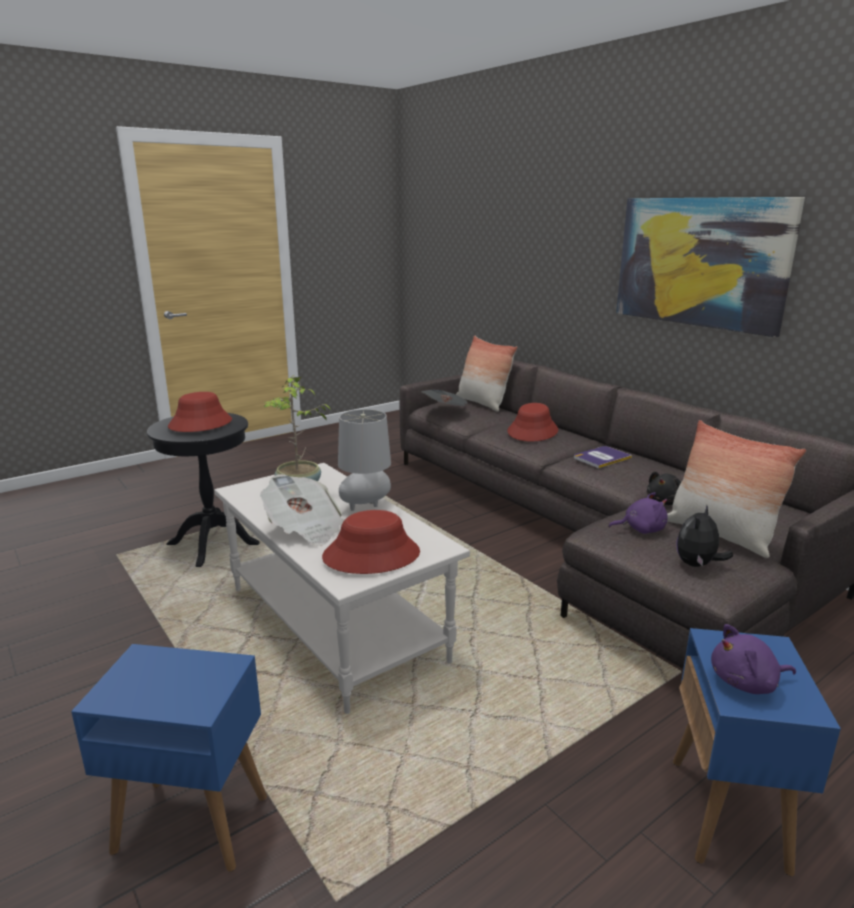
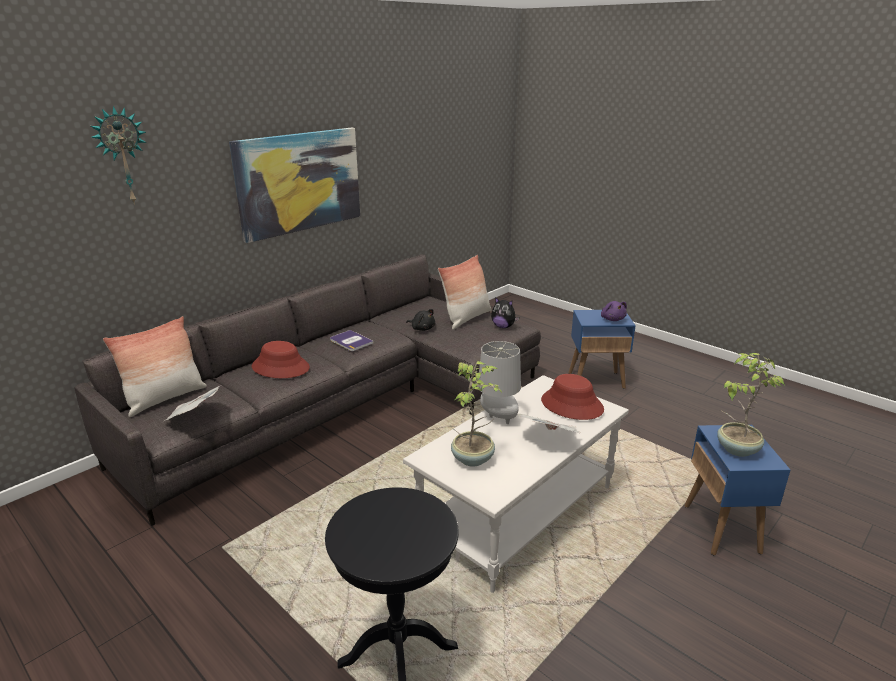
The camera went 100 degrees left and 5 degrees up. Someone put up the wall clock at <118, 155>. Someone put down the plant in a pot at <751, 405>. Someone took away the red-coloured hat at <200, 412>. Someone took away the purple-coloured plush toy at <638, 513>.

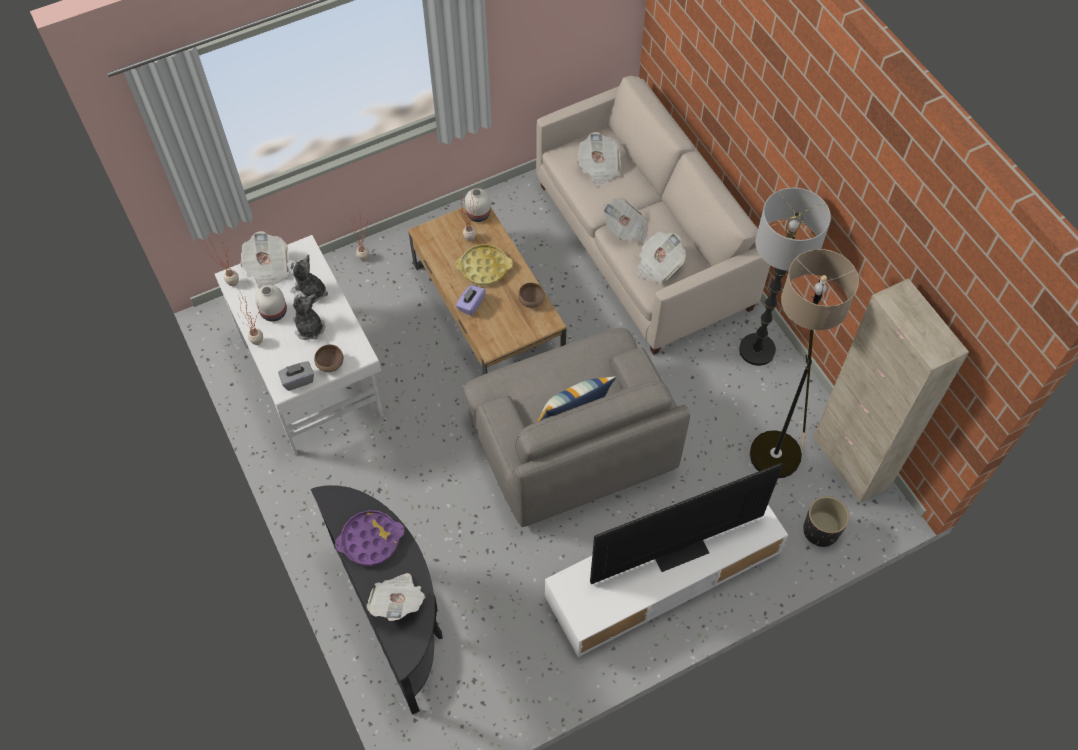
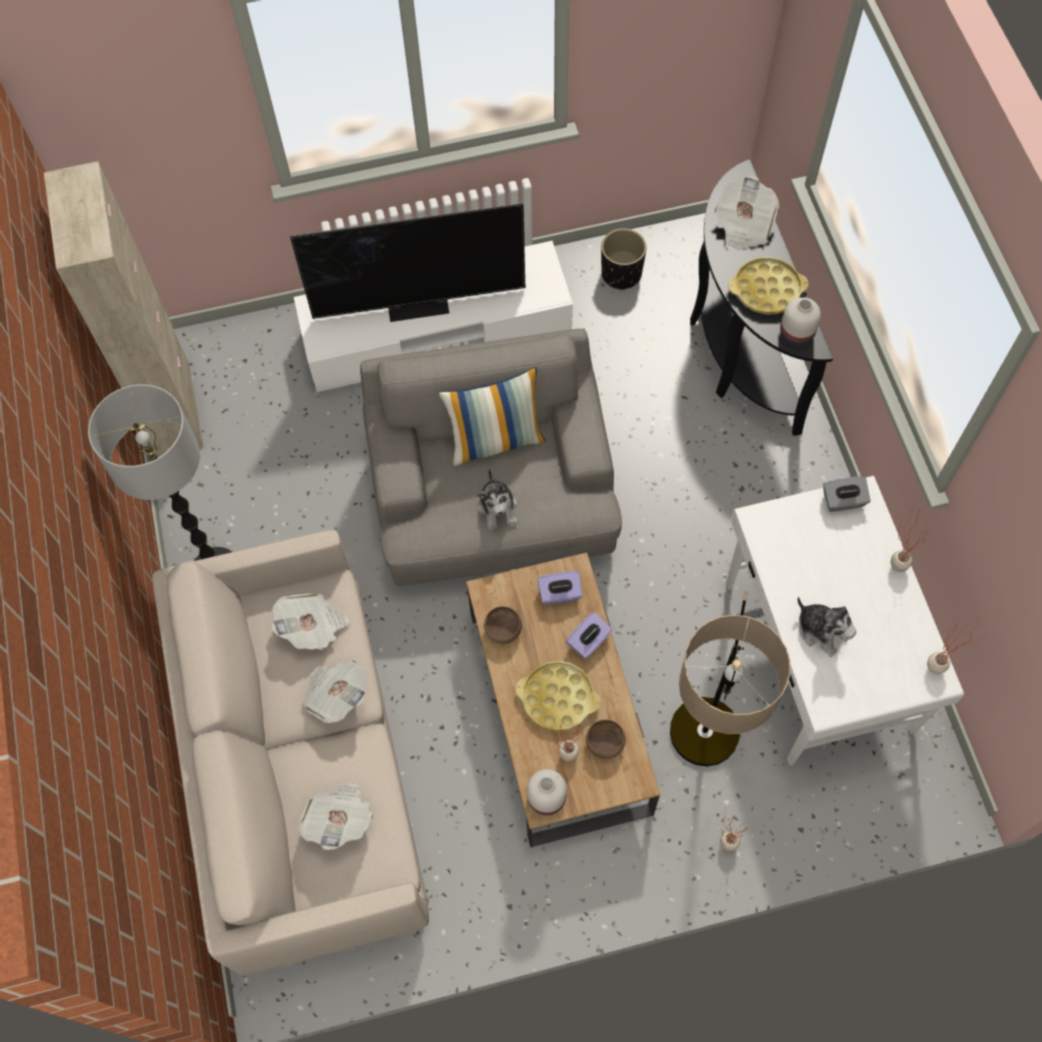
The camera went 165 degrees left and 5 degrees up. Someone carried the plush toy from <309, 315> to <497, 499>. Someone put down the purple-coloured tissue holder at <560, 588>. Someone carried the brown-coloured bowl from <329, 358> to <606, 739>. Someone carried the black-coloured plant pot from <826, 521> to <623, 259>. Someone carried the standard lamp from <804, 363> to <730, 678>. Someone repainted the purple-coloured serving tray at <369, 538>, which became the yellowish serving tray at <768, 286>. Someone carried the white vase from <271, 303> to <800, 321>. Someone took away the printed paper at <264, 260>.

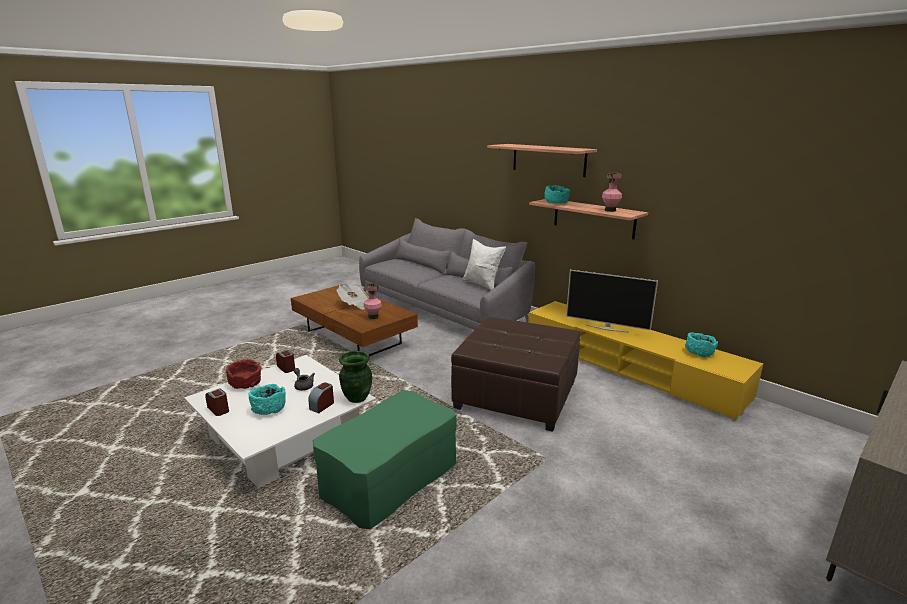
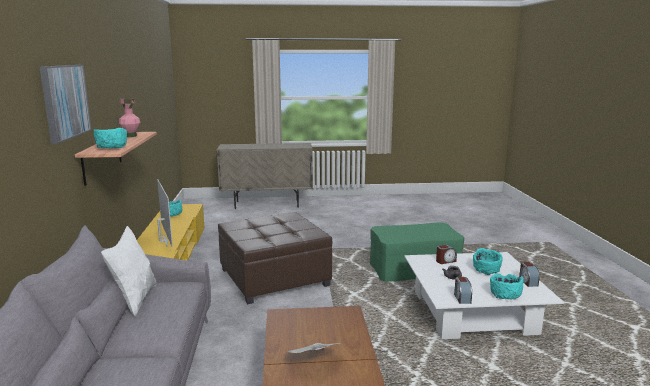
The camera went 140 degrees left and 5 degrees down. Someone swapped the bracket shelf at <542, 160> for the wall picture at <66, 104>. Someone repainted the red-coloured bowl at <243, 374>, which became the turquoise-coloured bowl at <507, 286>. Someone took away the green-coloured vase at <355, 377>. Someone took away the pinkish vase at <373, 301>.

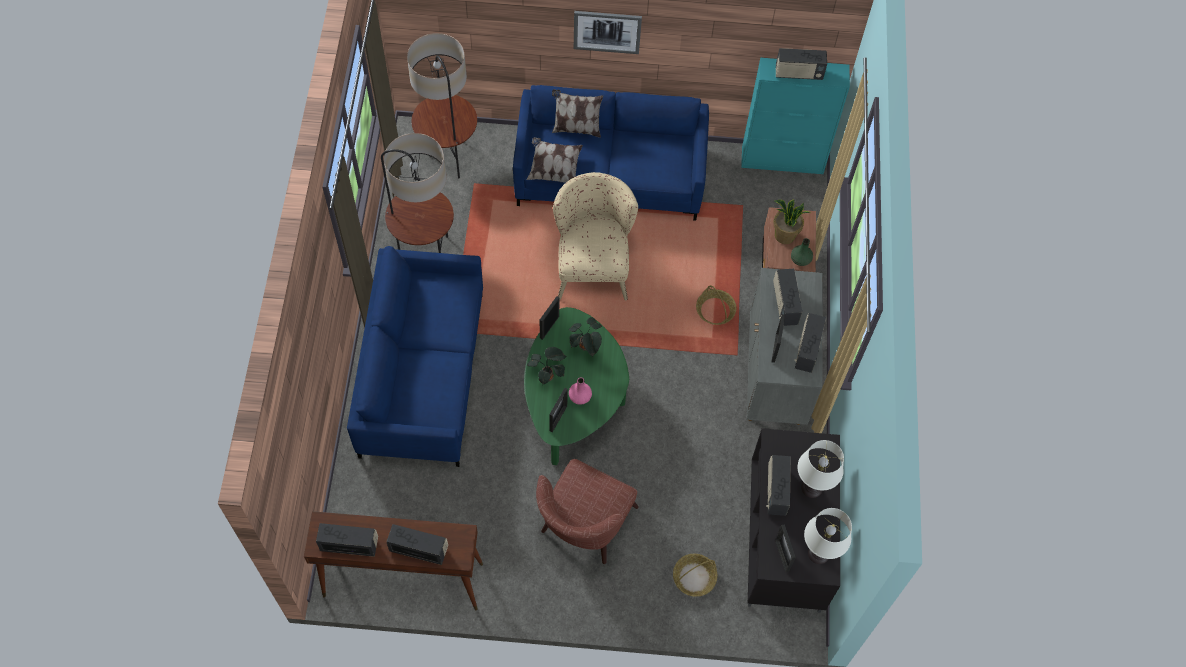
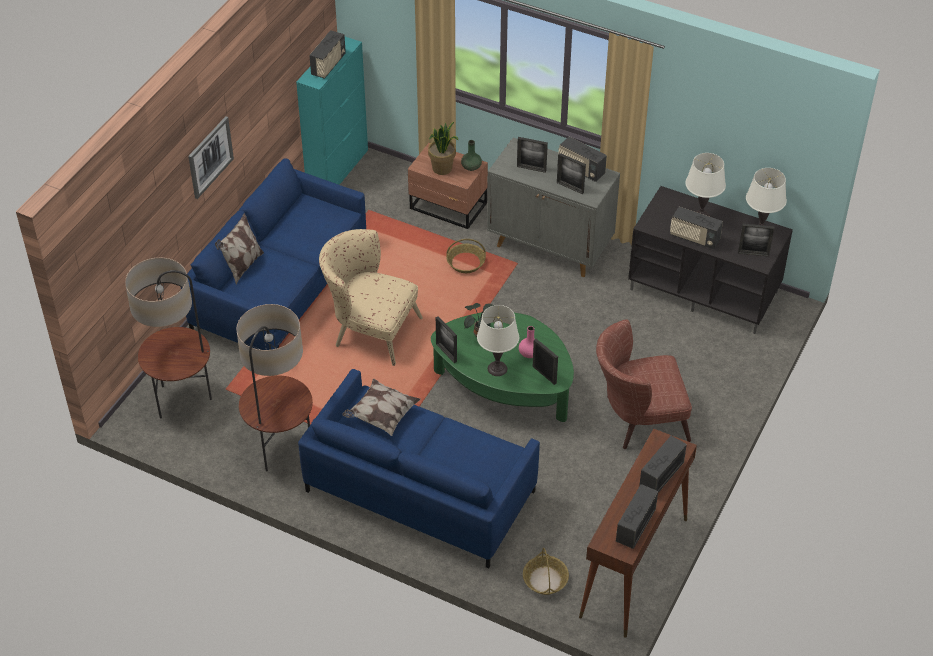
The camera went 65 degrees left and 15 degrees down. Someone carried the throw pillow from <555, 160> to <381, 407>. Someone swapped the plant in a pot at <547, 366> for the white lamp for a table at <498, 340>. Someone swapped the radio set at <787, 297> for the photo frame at <532, 155>. Someone carried the household basket from <695, 575> to <546, 571>. Someone rotated the brown-coloured armchair at <587, 511> by 120 degrees clockwise.

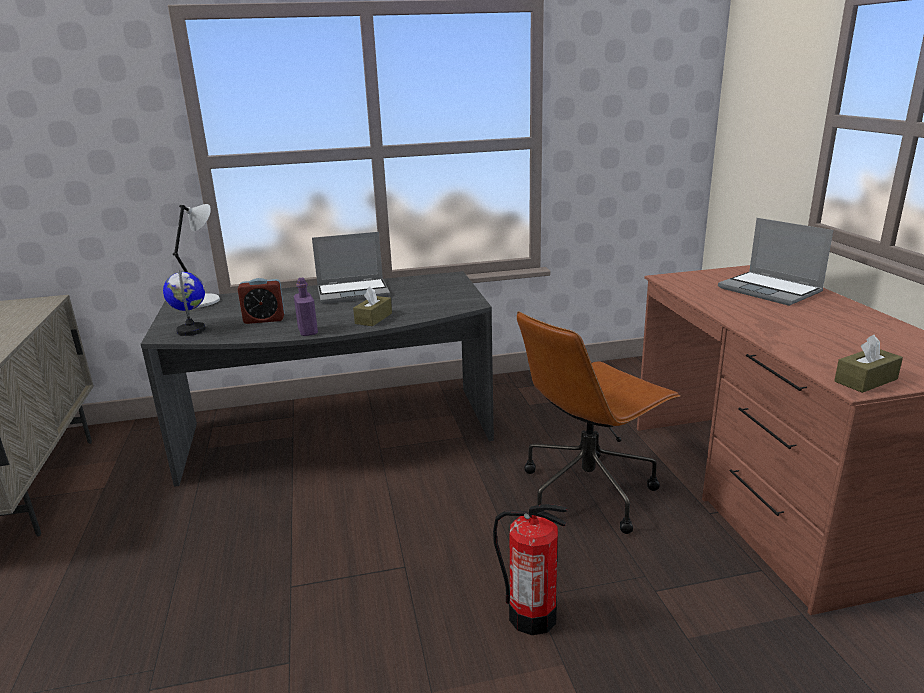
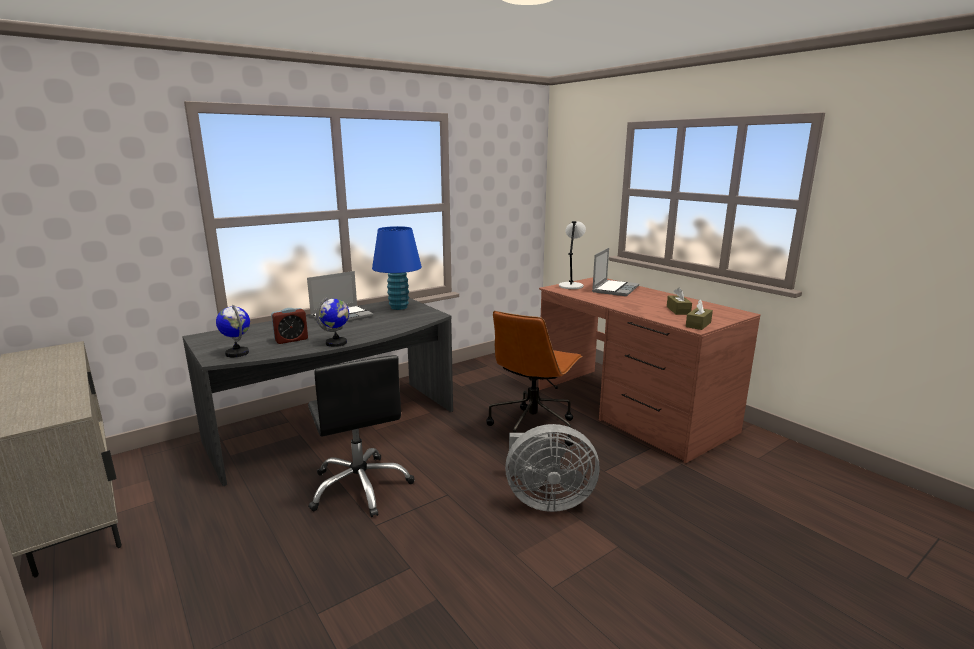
The camera went 25 degrees left and 5 degrees down. Someone put down the black-coloured computer chair at <361, 436>. Someone swapped the purple-coloured bottle at <306, 307> for the world globe at <332, 322>. Someone put down the blue-coloured lamp for a table at <397, 268>. Someone swapped the extinguisher at <530, 569> for the gray fan at <552, 468>. Someone carried the gray lamp for a table from <196, 256> to <572, 255>. Someone rotated the portable computer at <775, 262> by 90 degrees counterclockwise. Someone carried the brown-coloured tissue holder from <372, 306> to <679, 301>.

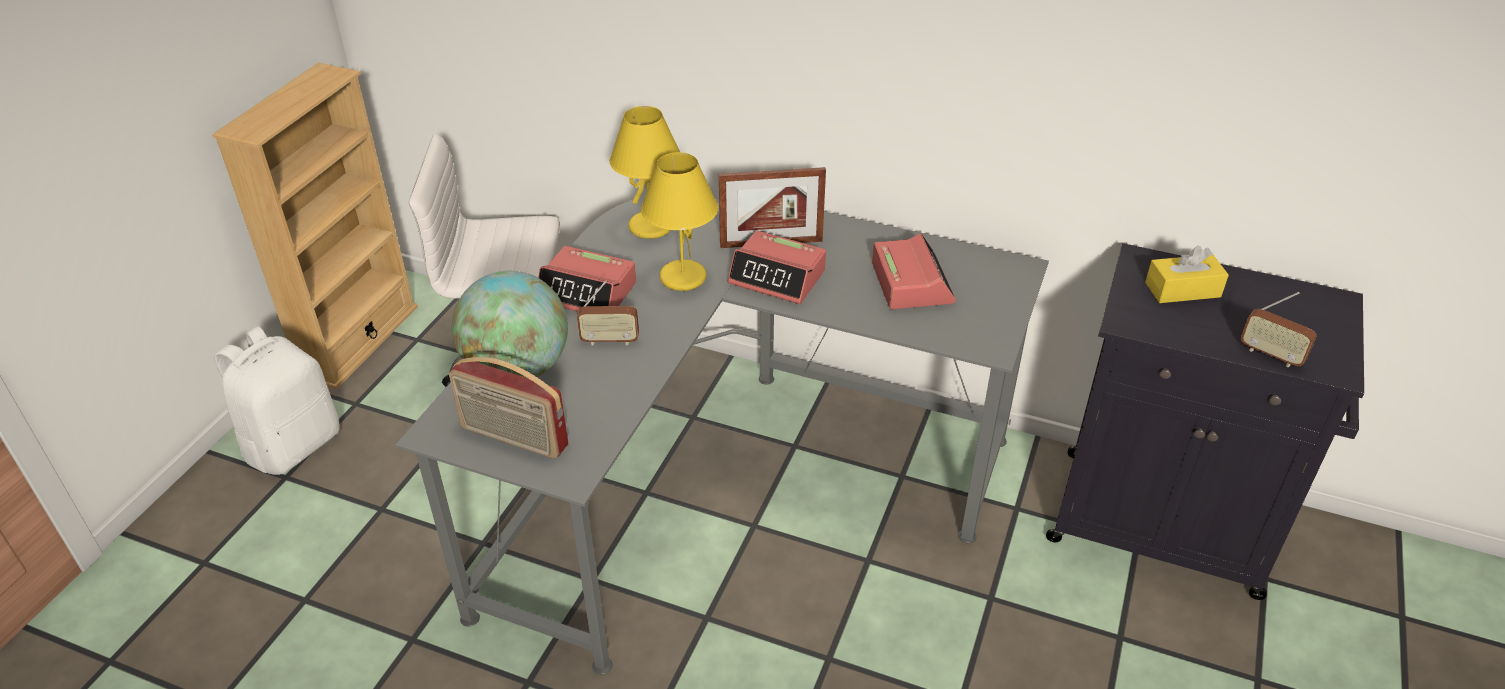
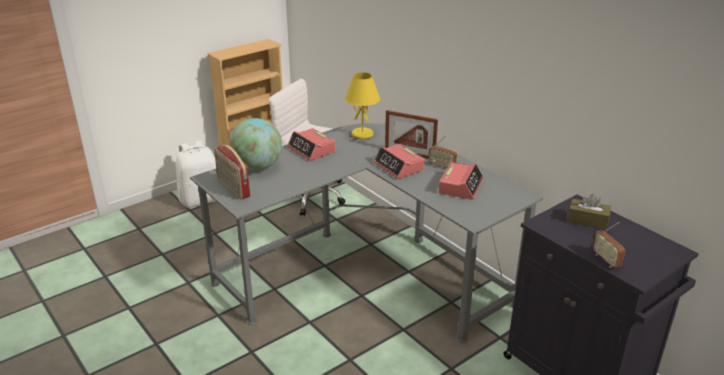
The camera went 30 degrees right and 10 degrees down. Someone carried the radio set from <608, 313> to <442, 151>. Someone repainted the yellowish tissue holder at <1187, 274>, which became the brown-coloured tissue holder at <589, 212>. Someone took away the yellowish lamp for a table at <679, 221>.

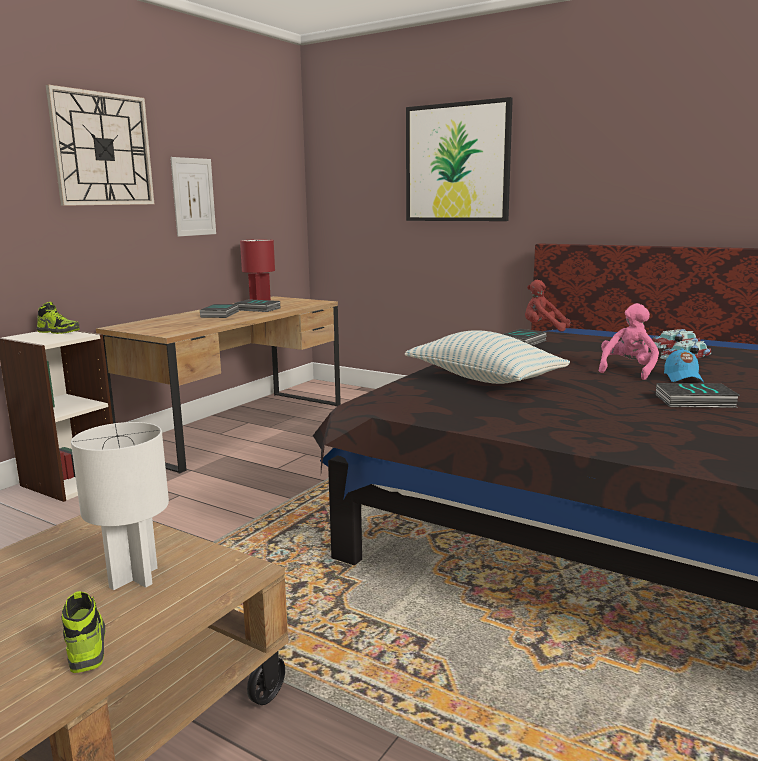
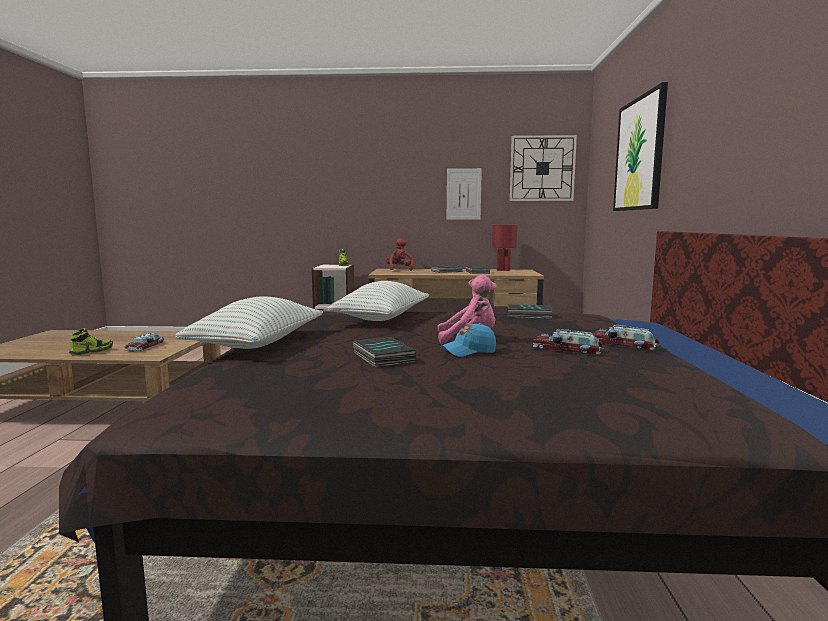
The camera went 60 degrees right and 5 degrees down. Someone swapped the white lamp for a table at <120, 506> for the toy car at <144, 342>. Someone put down the throw pillow at <249, 322>. Someone carried the red-coloured plush toy from <547, 306> to <400, 254>. Someone carried the wall clock from <100, 145> to <543, 168>.

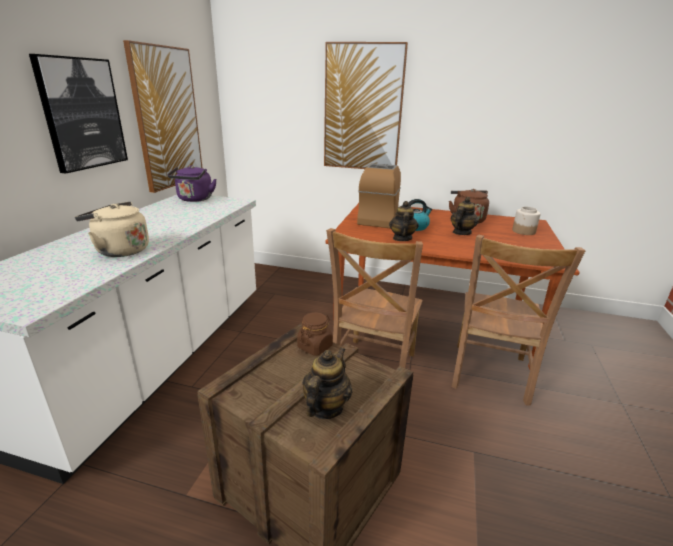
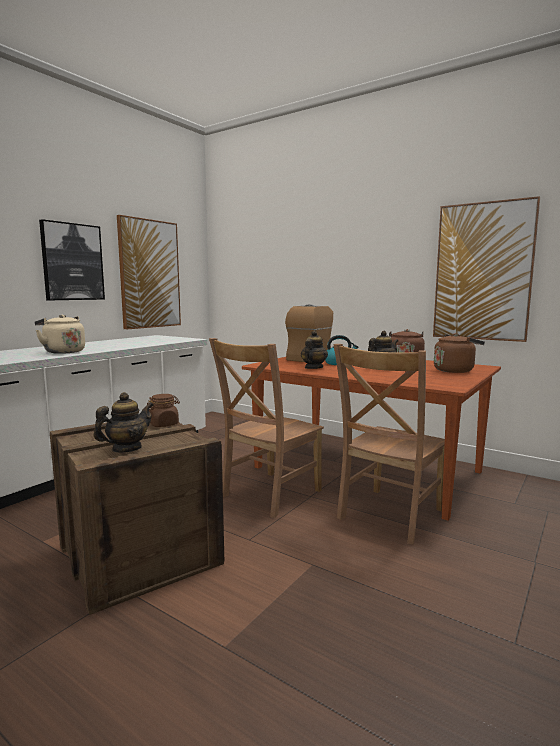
The camera went 20 degrees right and 15 degrees down. Someone carried the wall picture from <366, 105> to <486, 269>. Someone swapped the storage jar at <526, 221> for the brown-coloured water kettle at <459, 353>. Someone took away the purple-coloured water kettle at <192, 183>.

